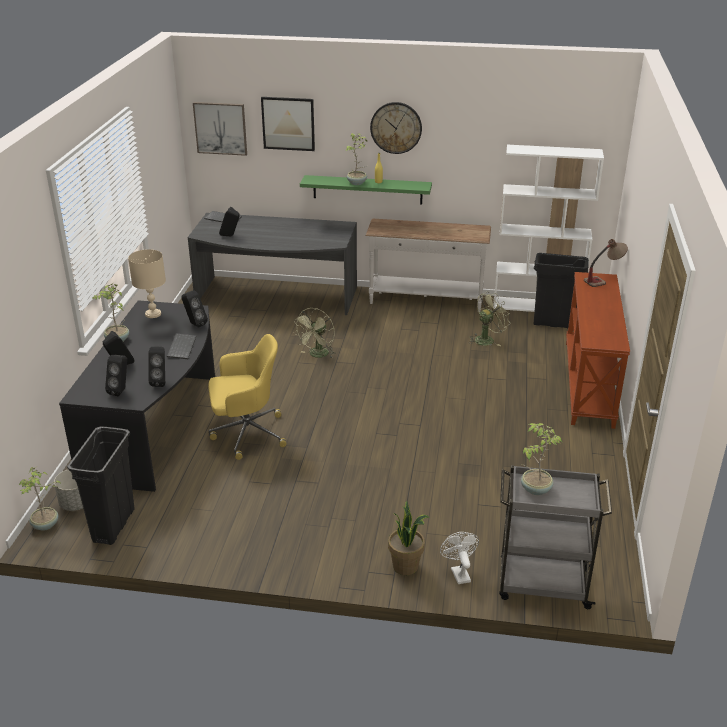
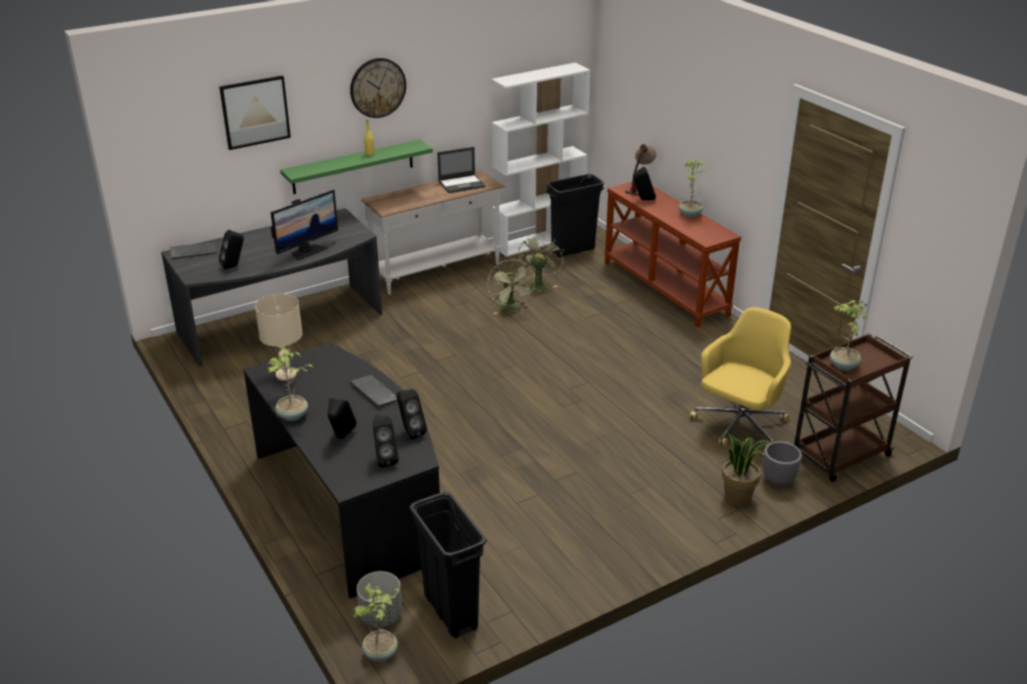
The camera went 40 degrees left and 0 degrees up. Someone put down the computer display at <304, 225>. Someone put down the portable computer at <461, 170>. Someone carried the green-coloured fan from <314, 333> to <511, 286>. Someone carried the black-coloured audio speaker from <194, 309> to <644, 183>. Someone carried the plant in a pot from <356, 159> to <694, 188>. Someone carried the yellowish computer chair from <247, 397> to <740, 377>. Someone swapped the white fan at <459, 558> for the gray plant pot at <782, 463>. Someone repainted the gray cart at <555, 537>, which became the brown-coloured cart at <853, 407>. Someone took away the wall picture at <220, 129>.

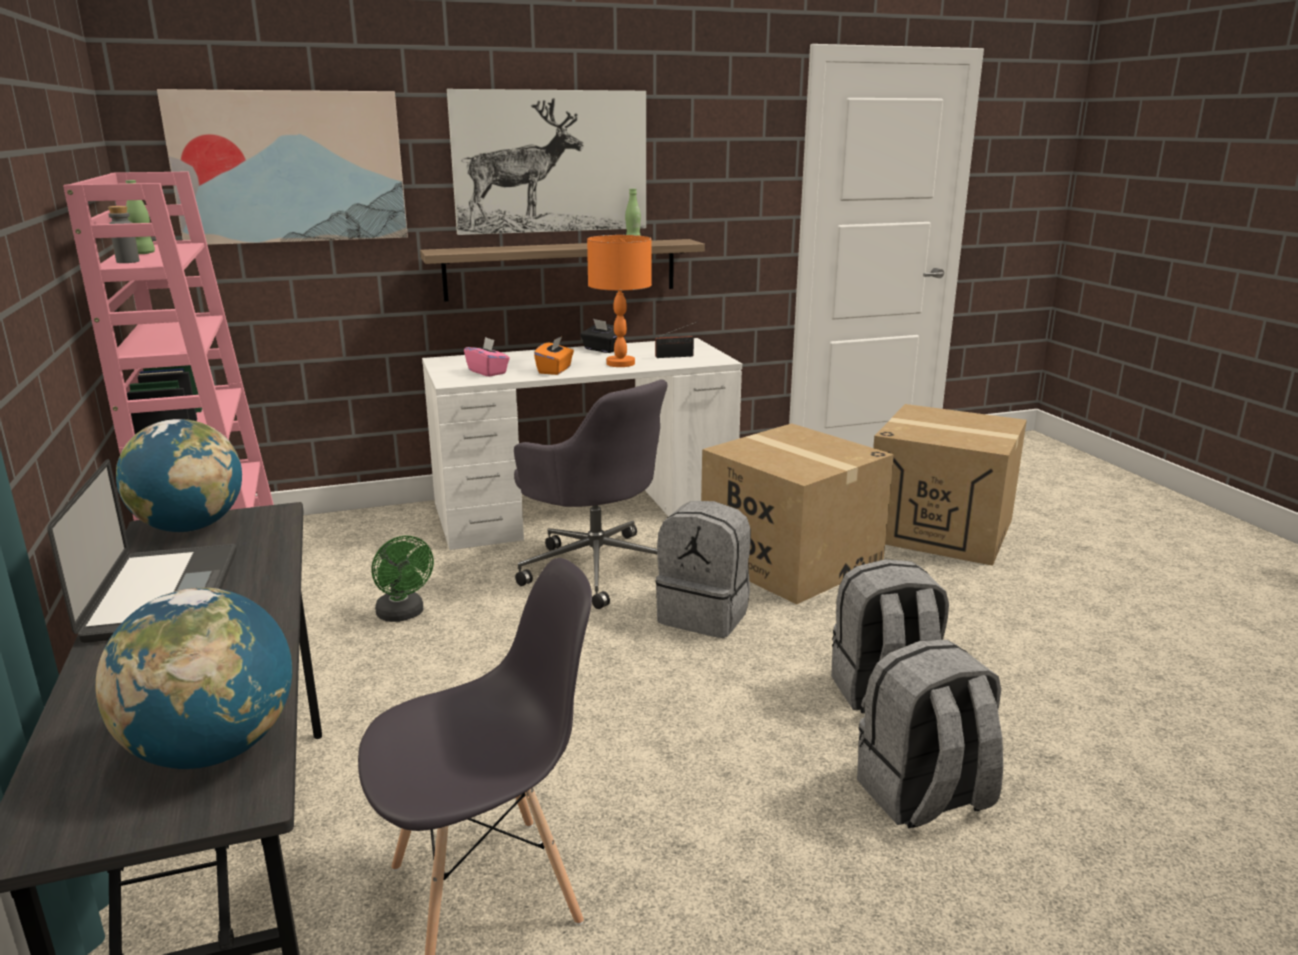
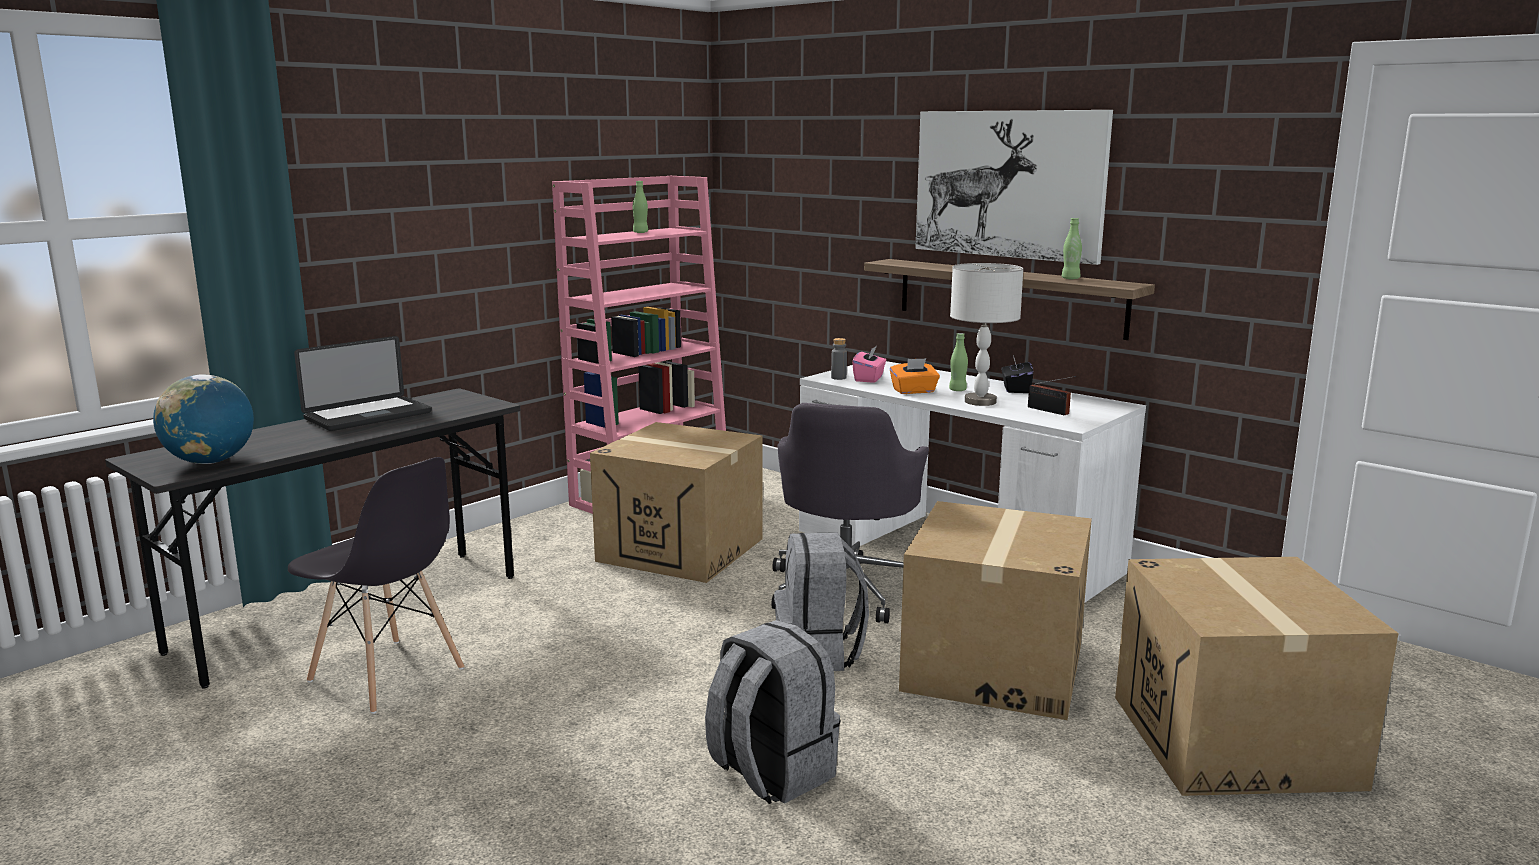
The camera went 60 degrees right and 5 degrees down. Someone swapped the green-coloured fan at <402, 579> for the cardboard box at <676, 502>. Someone carried the gray bottle from <124, 234> to <839, 359>. Someone put down the green-coloured bottle at <958, 362>. Someone repainted the orangey lamp for a table at <619, 301>, which became the gray lamp for a table at <986, 334>. Someone took away the world globe at <179, 475>. Someone took away the wall picture at <282, 167>. Someone took away the gray backpack at <930, 734>.

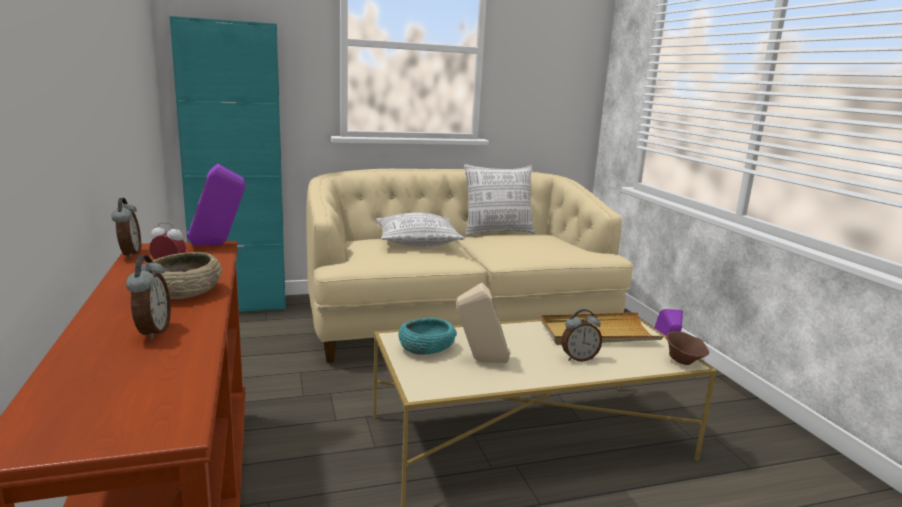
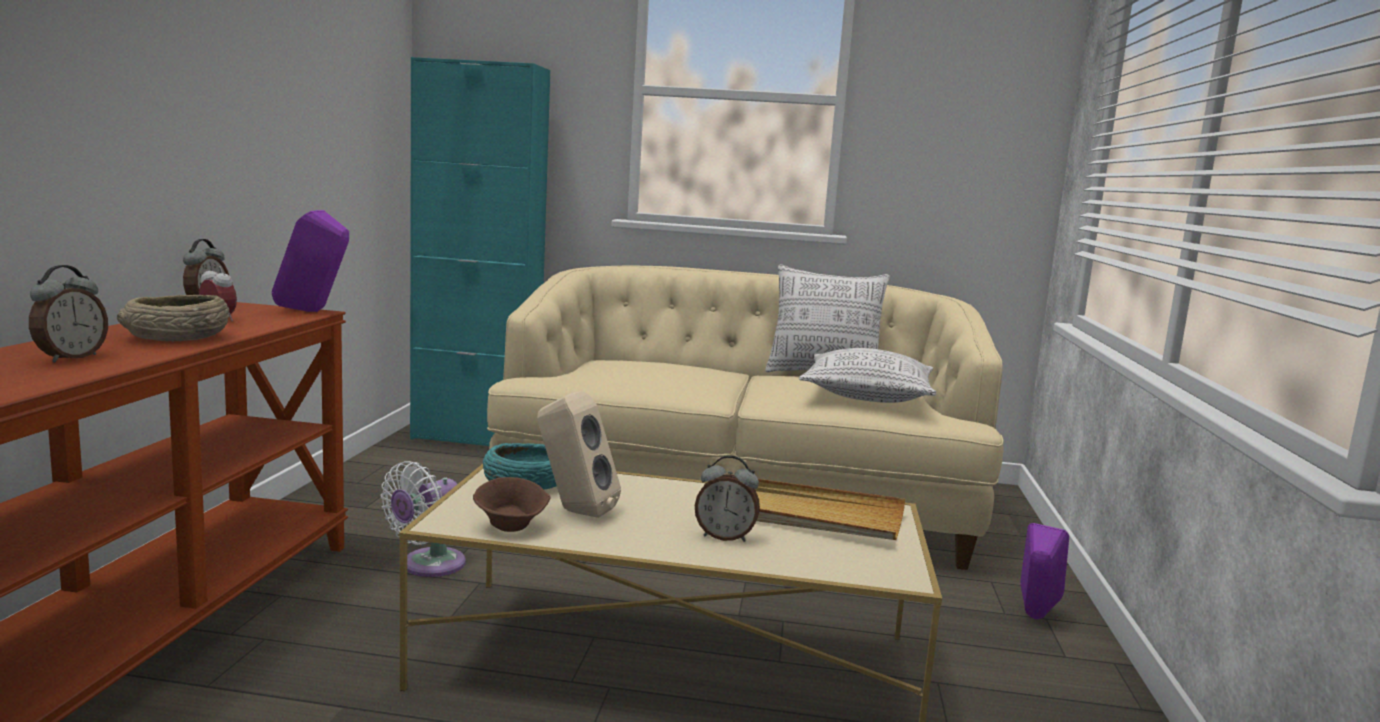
The camera went 25 degrees right and 5 degrees down. Someone put down the white fan at <423, 519>. Someone carried the brown-coloured bowl from <687, 348> to <511, 504>. Someone carried the throw pillow from <420, 229> to <867, 375>.

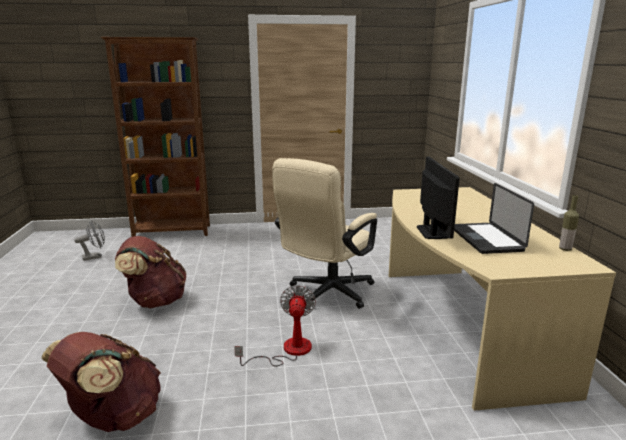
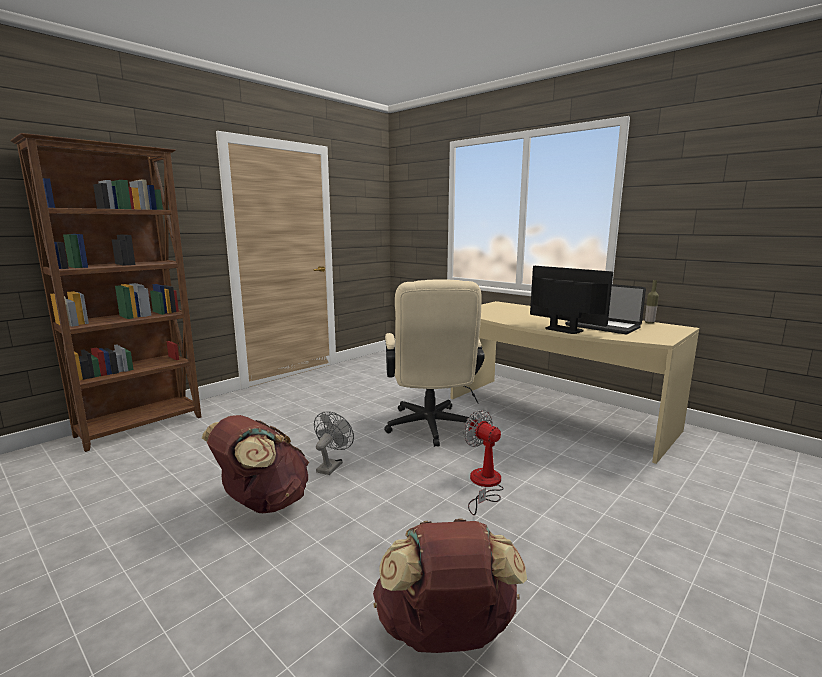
The camera went 40 degrees left and 5 degrees down. Someone carried the gray fan from <89, 241> to <334, 443>.

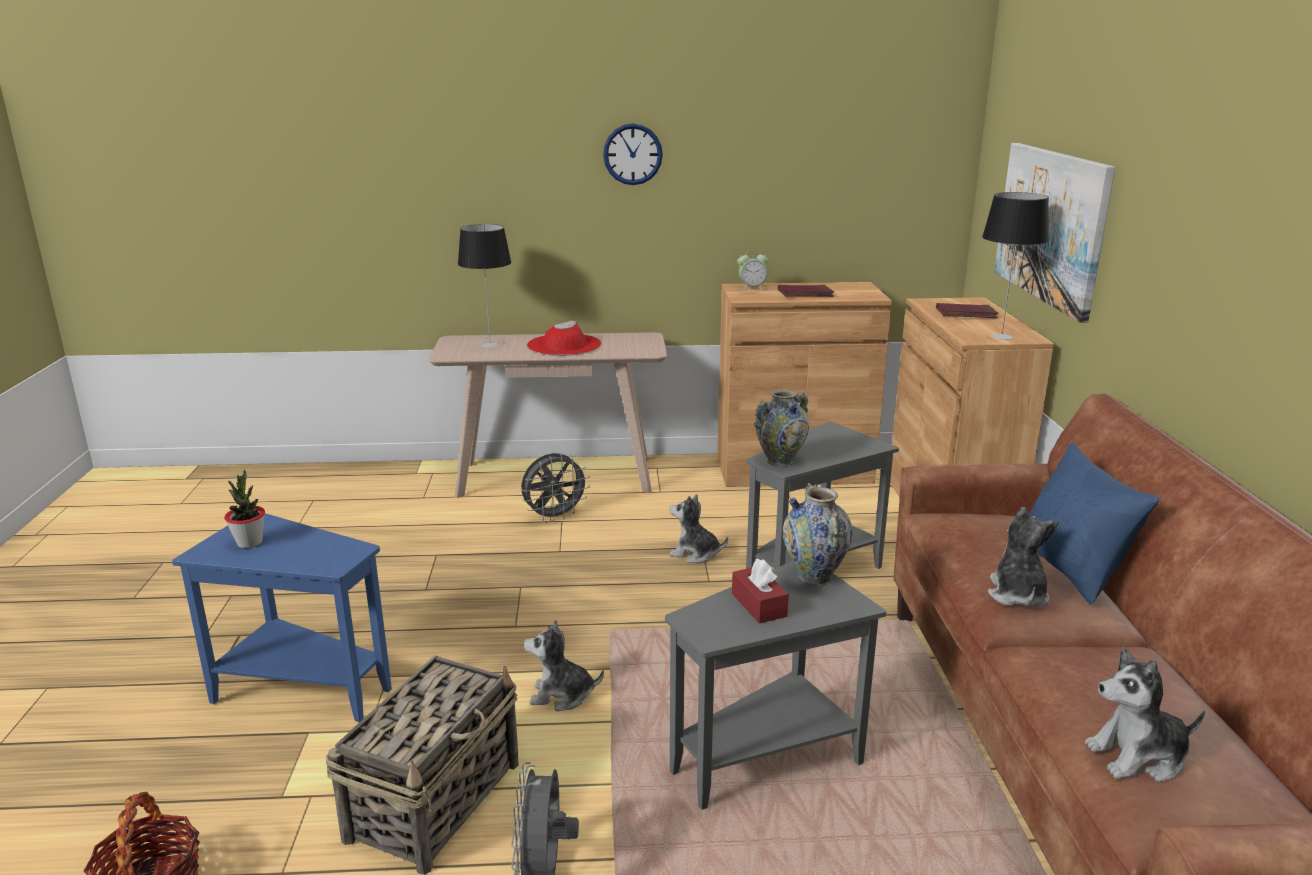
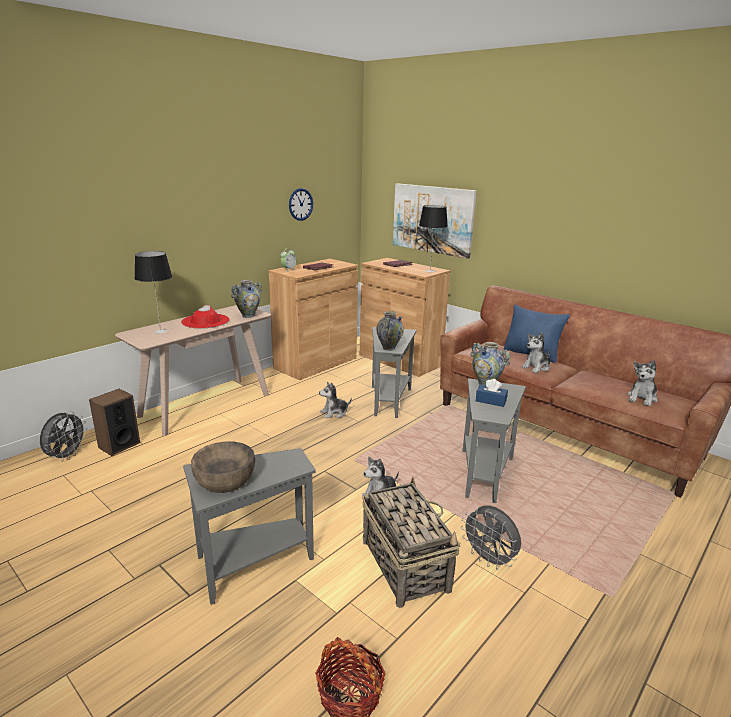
The camera went 45 degrees left and 0 degrees up. Someone carried the gray fan from <555, 487> to <64, 436>. Someone put down the audio speaker at <114, 422>. Someone repainted the blue-coloured end table at <282, 617>, which became the gray end table at <249, 526>. Someone swapped the plant in a pot at <244, 509> for the brown-coloured bowl at <223, 467>. Someone put down the vase at <246, 299>. Someone carried the wall clock from <633, 154> to <301, 204>. Someone repainted the red-coloured tissue holder at <760, 591>, which became the blue-coloured tissue holder at <492, 393>. Someone rotated the plush toy at <1023, 557> by 90 degrees counterclockwise.

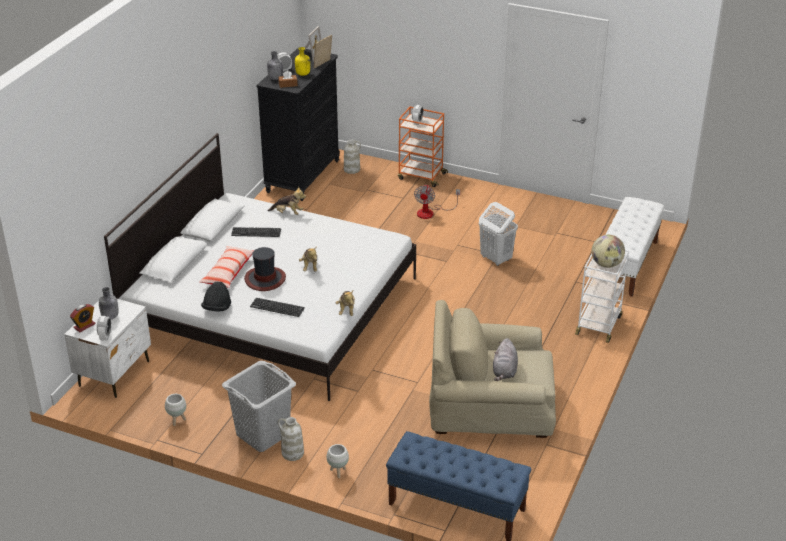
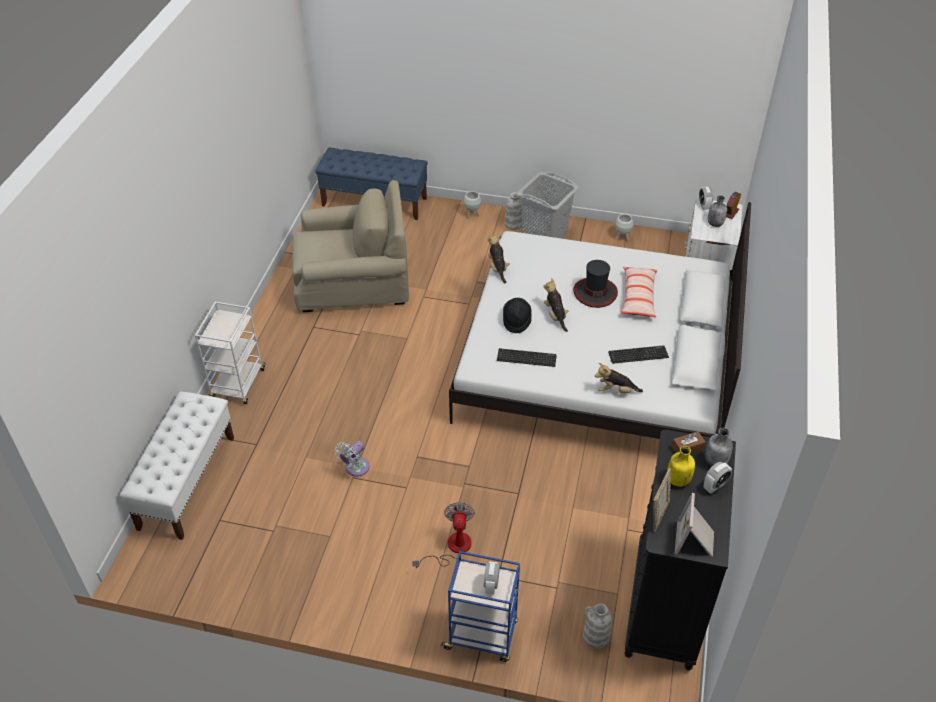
The camera went 170 degrees right and 10 degrees up. Someone swapped the white laundry basket at <498, 234> for the white fan at <352, 459>. Someone repainted the orangey cart at <423, 147>, which became the blue-coloured cart at <480, 606>. Someone carried the PC keyboard from <277, 307> to <527, 357>. Someone carried the black-coloured hat from <216, 297> to <517, 315>. Someone took away the gray plush toy at <505, 359>. Someone took away the world globe at <608, 251>.

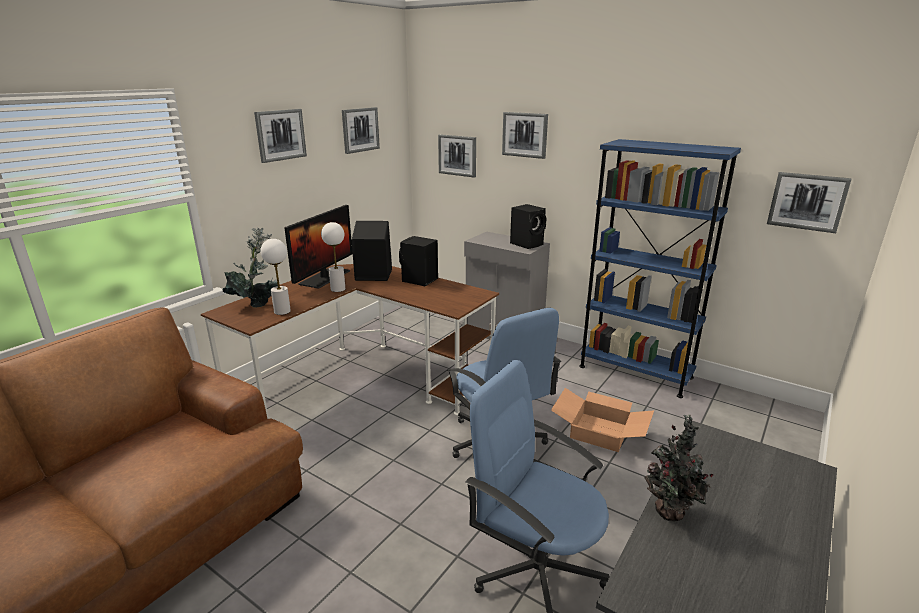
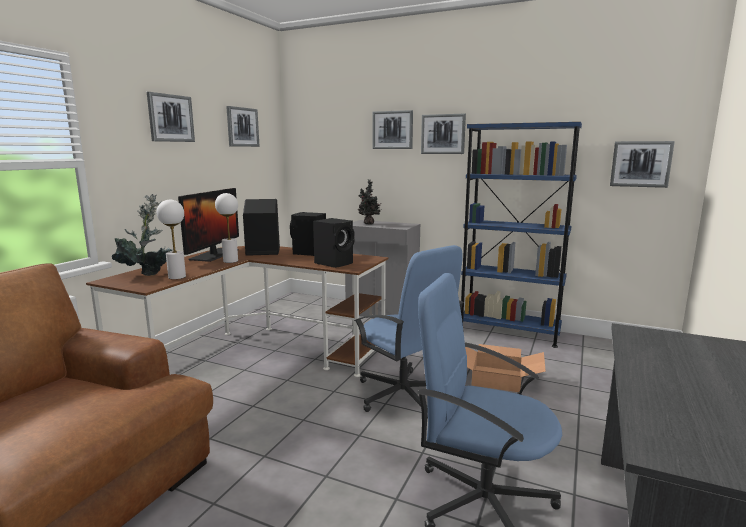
The camera went 10 degrees left and 10 degrees down. Someone carried the black-coloured audio speaker from <528, 226> to <334, 243>. Someone carried the plant in a pot from <678, 468> to <370, 201>. Someone carried the wall picture from <457, 155> to <443, 134>.

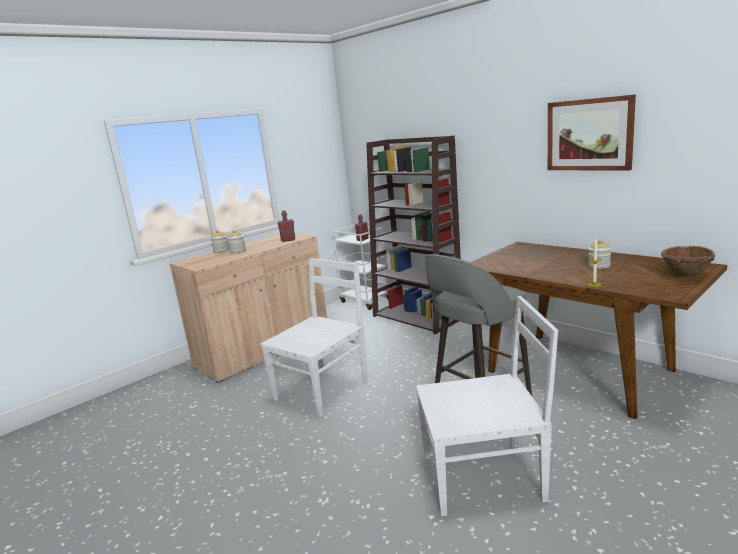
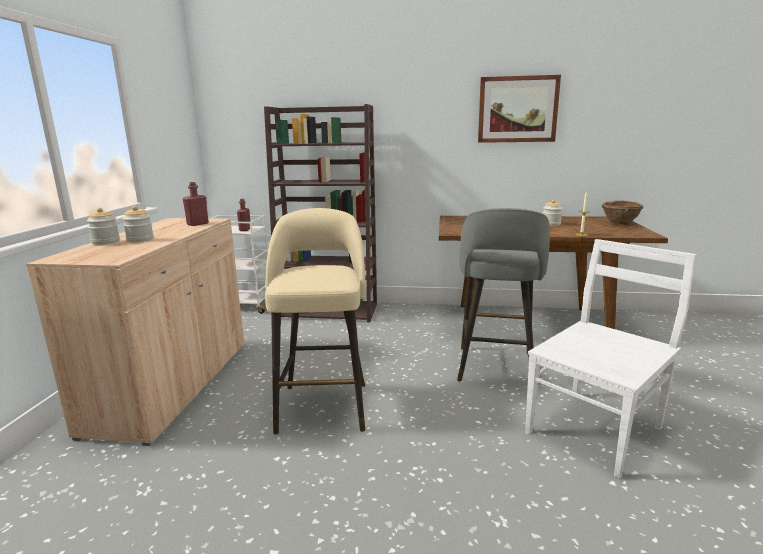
The camera went 40 degrees left and 0 degrees up. Someone swapped the white chair at <314, 337> for the sand-coloured stool at <315, 321>.

